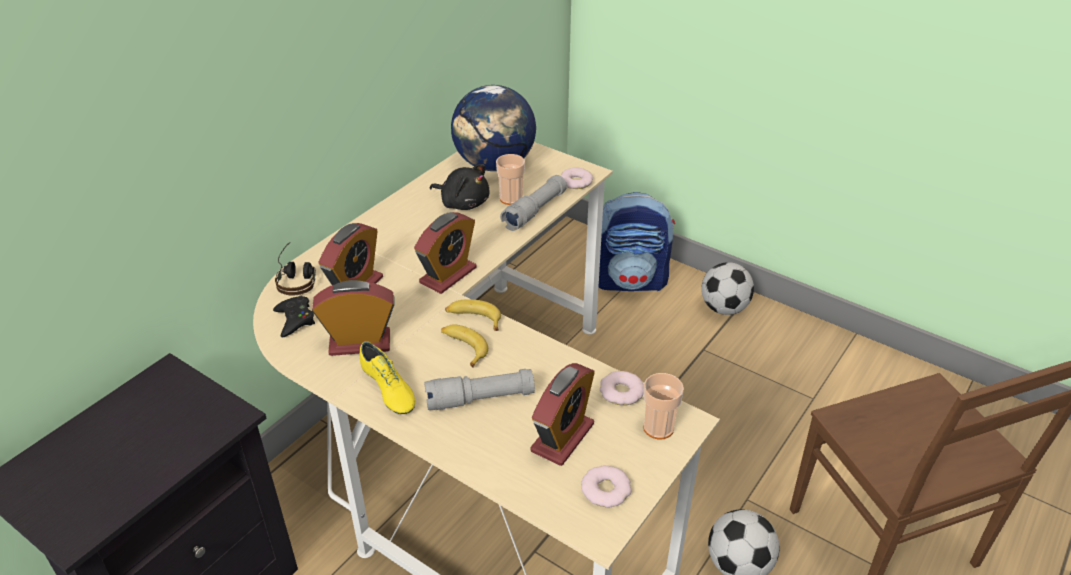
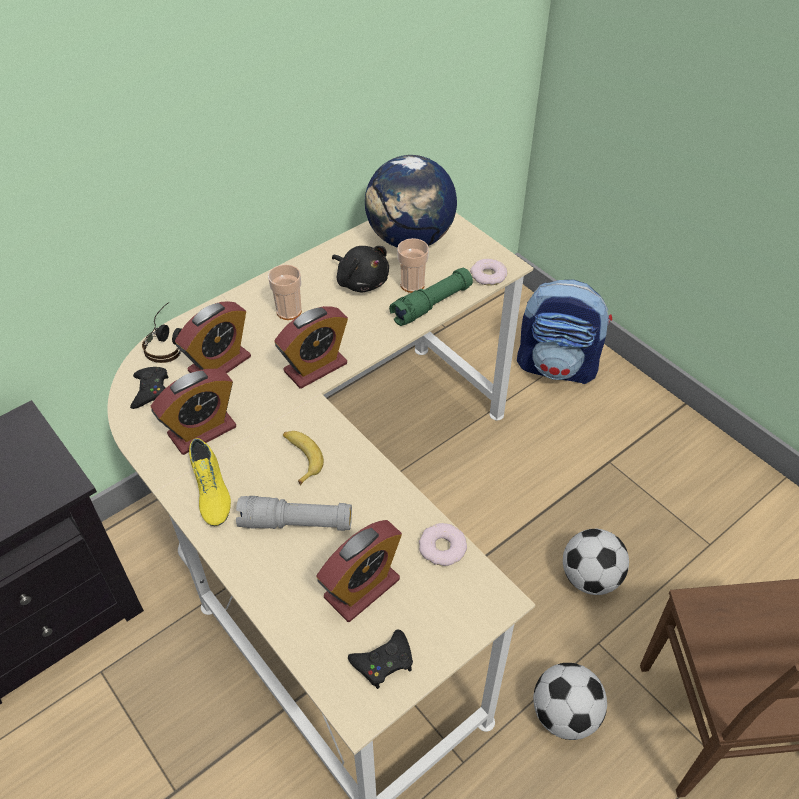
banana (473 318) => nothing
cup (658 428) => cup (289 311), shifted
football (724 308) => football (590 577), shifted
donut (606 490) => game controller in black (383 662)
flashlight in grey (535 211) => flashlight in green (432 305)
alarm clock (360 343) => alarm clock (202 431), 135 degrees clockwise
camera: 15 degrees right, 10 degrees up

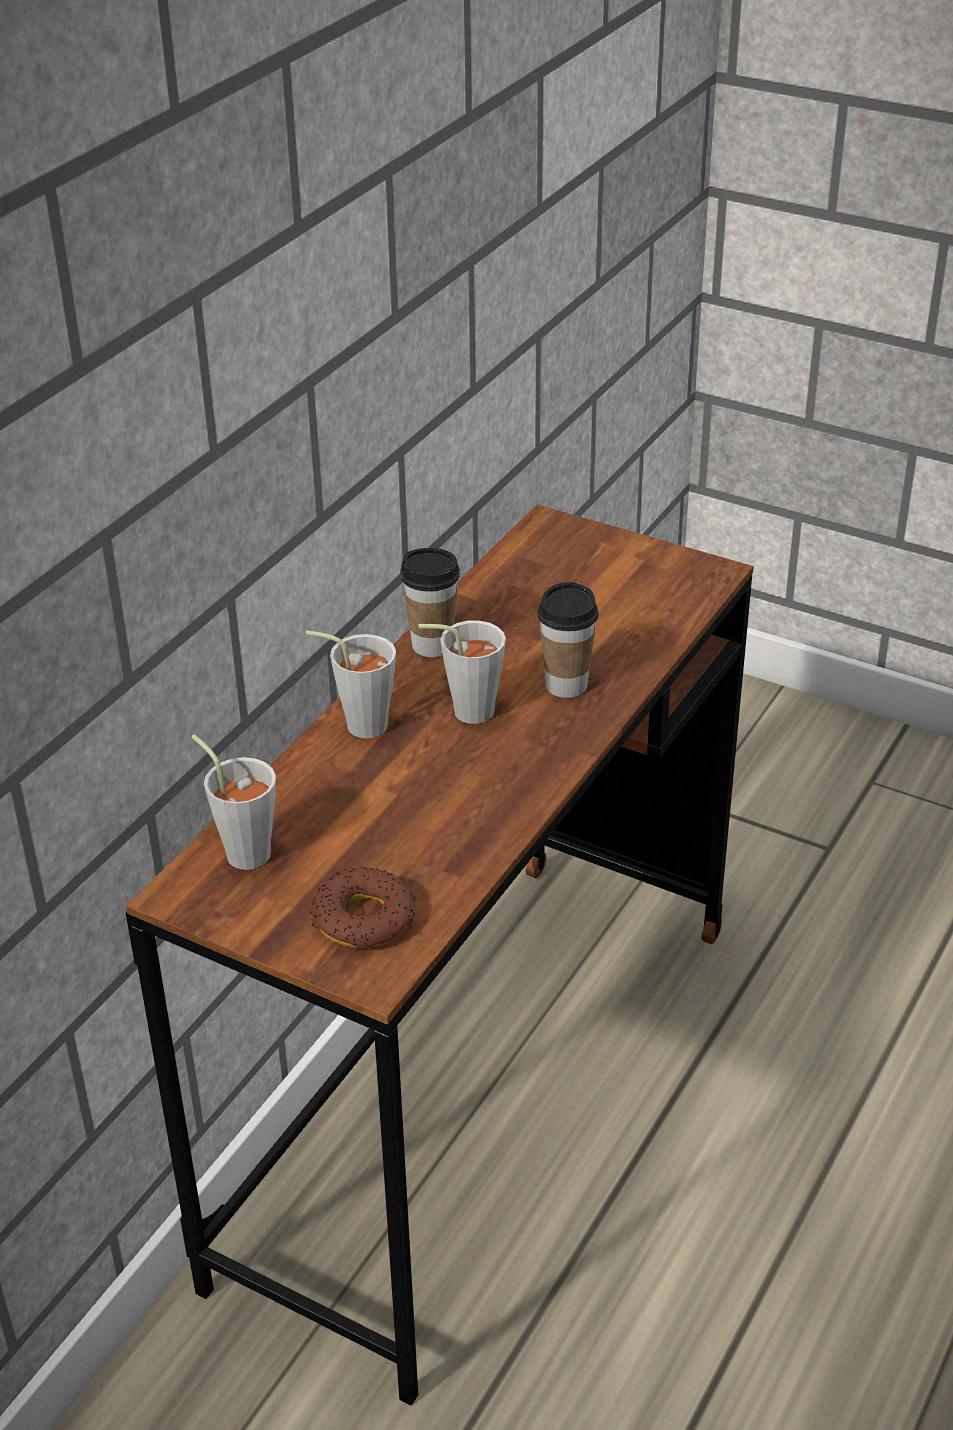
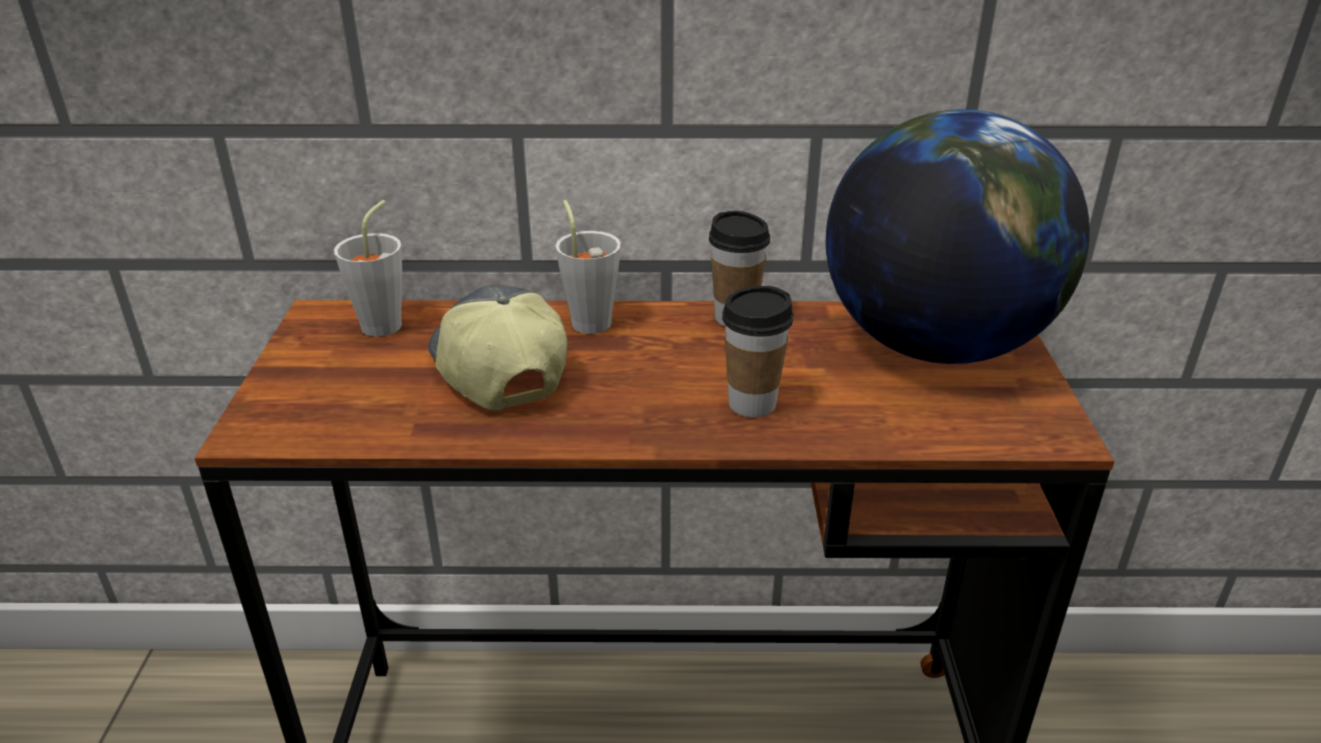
donut (363 919) => nothing
cup in grey (464 711) => nothing
nothing => cap (496 370)
nothing => globe (934 344)
camera: 60 degrees right, 5 degrees down

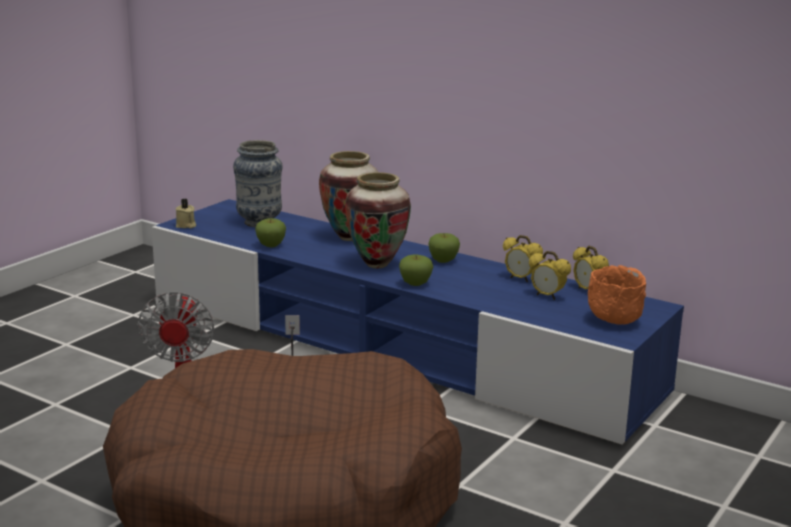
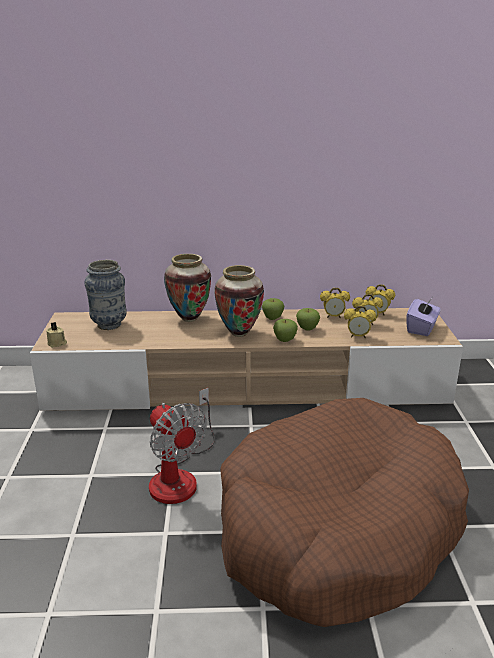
nothing => alarm clock (358 336)
apple (271 246) => apple (307 329), shifted
bowl in orange (614 320) => tissue box in purple (421 328)
tv stand in blue (395 347) => tv stand in beige (248 386)
camera: 35 degrees left, 5 degrees up

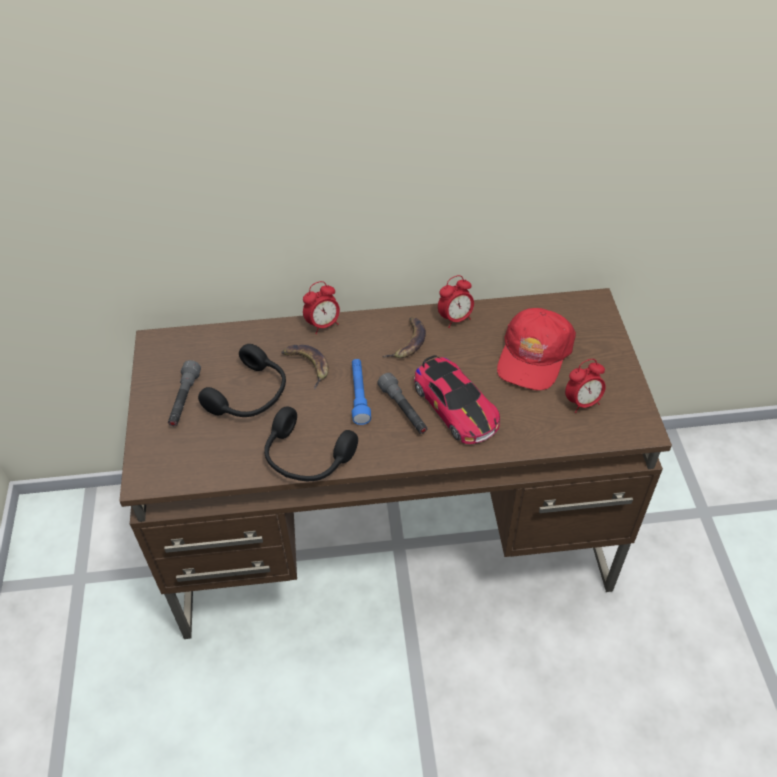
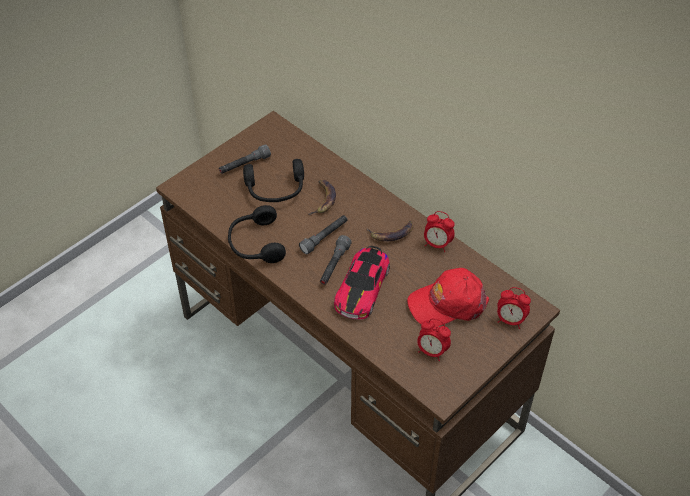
alarm clock (323 324) => alarm clock (510 320), shifted
flashlight in blue (359 395) => flashlight in grey (324 237)
camera: 50 degrees right, 0 degrees up

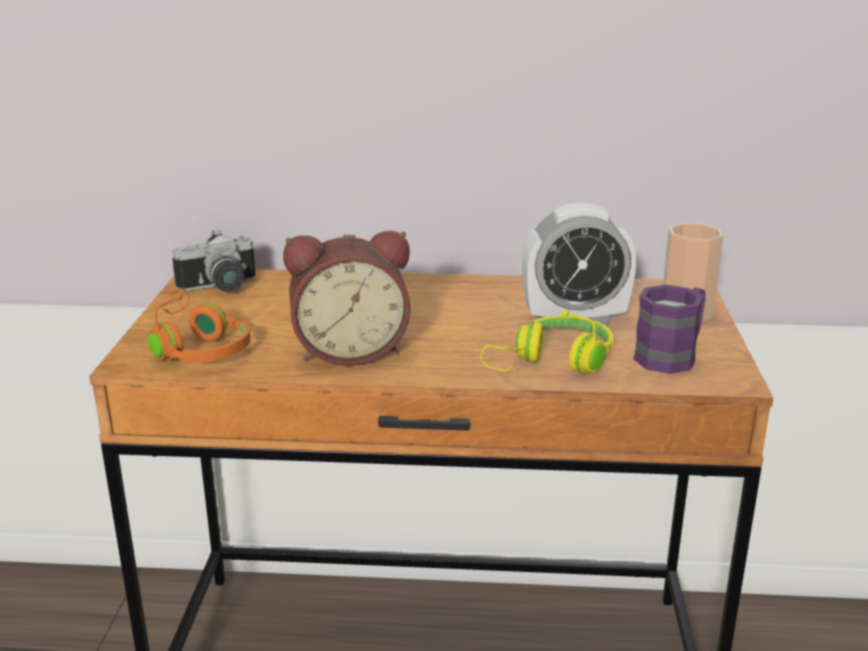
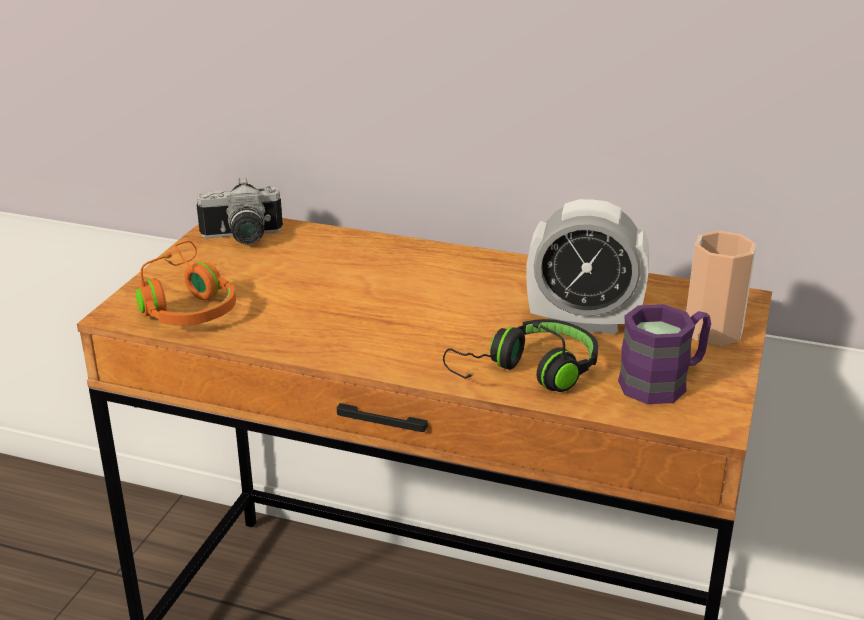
alarm clock (350 350) => nothing
headphones in yellow (553 362) => headphones in black (529 372)
camera: 15 degrees right, 5 degrees up

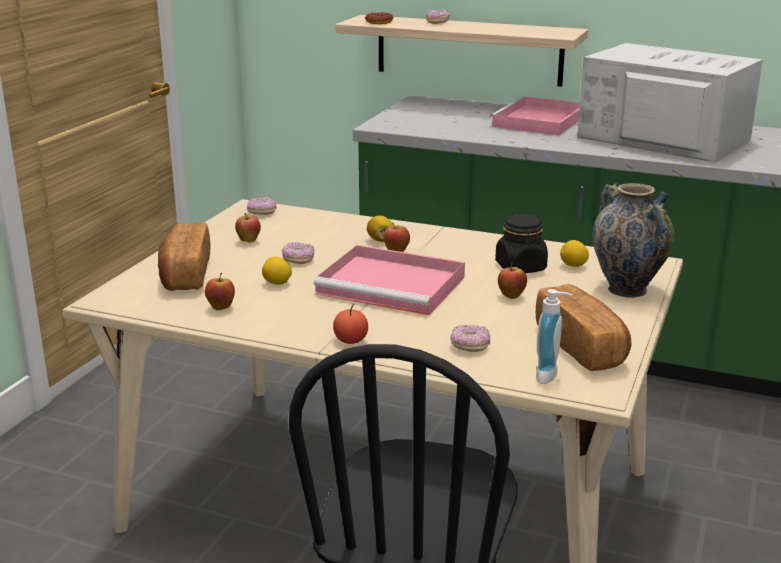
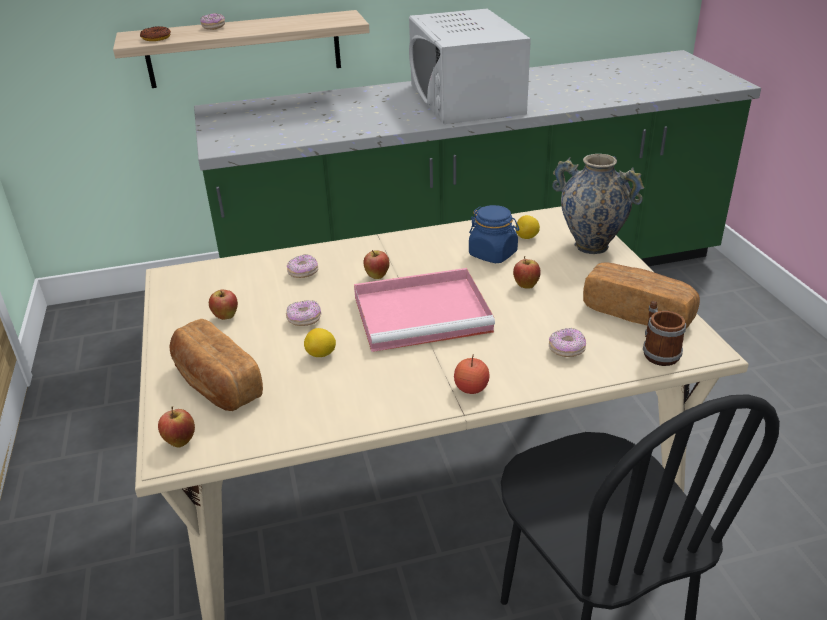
lemon (380 240) => nothing
tray in pink (539 121) => nothing
apple (221 308) => apple (180 442), shifted
donut (261 213) => donut (303 273), shifted
soap dispenser (551 376) => mug (657 351)
jar in black (521 267) => jar in blue (493 254)
microwave in white (663 138) => microwave in white (466 98), 105 degrees counterclockwise
camera: 35 degrees left, 10 degrees up

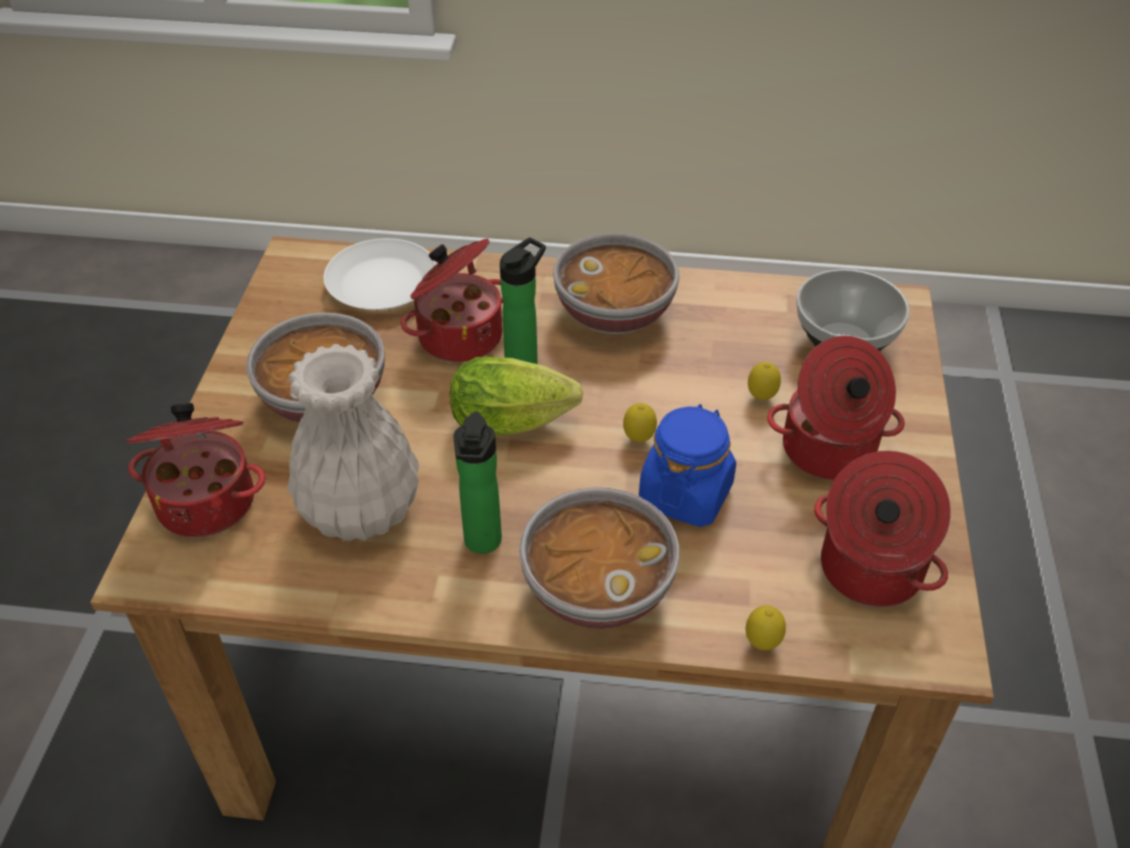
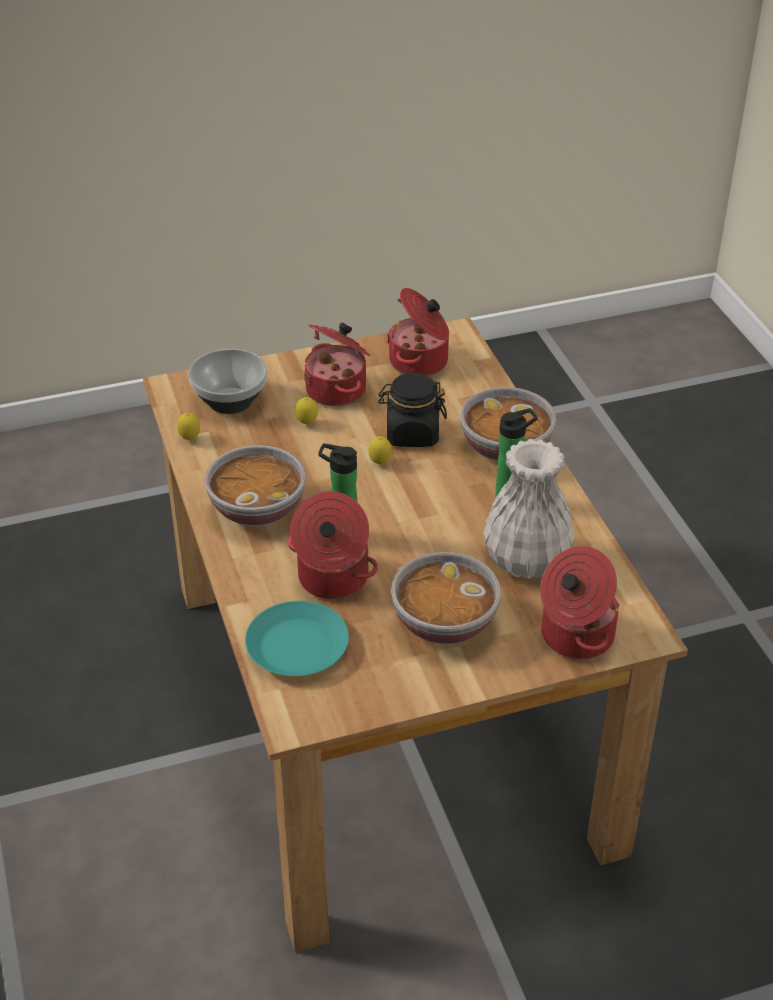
lettuce (518 422) => nothing
lemon (762 644) => lemon (190 439), shifted
plate in white (382 283) => plate in turquoise (296 647)
jar in blue (685 494) => jar in black (412 434)
camera: 115 degrees left, 5 degrees down

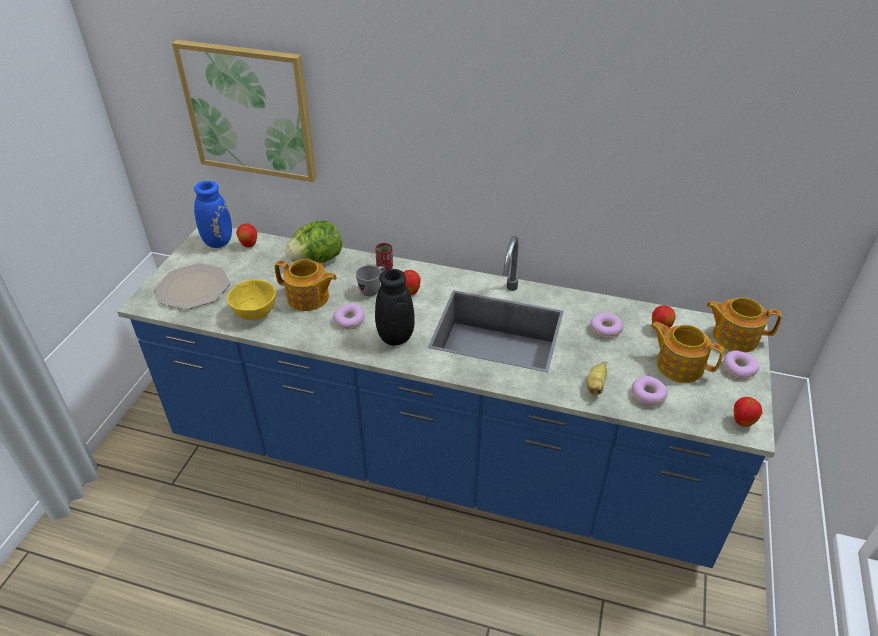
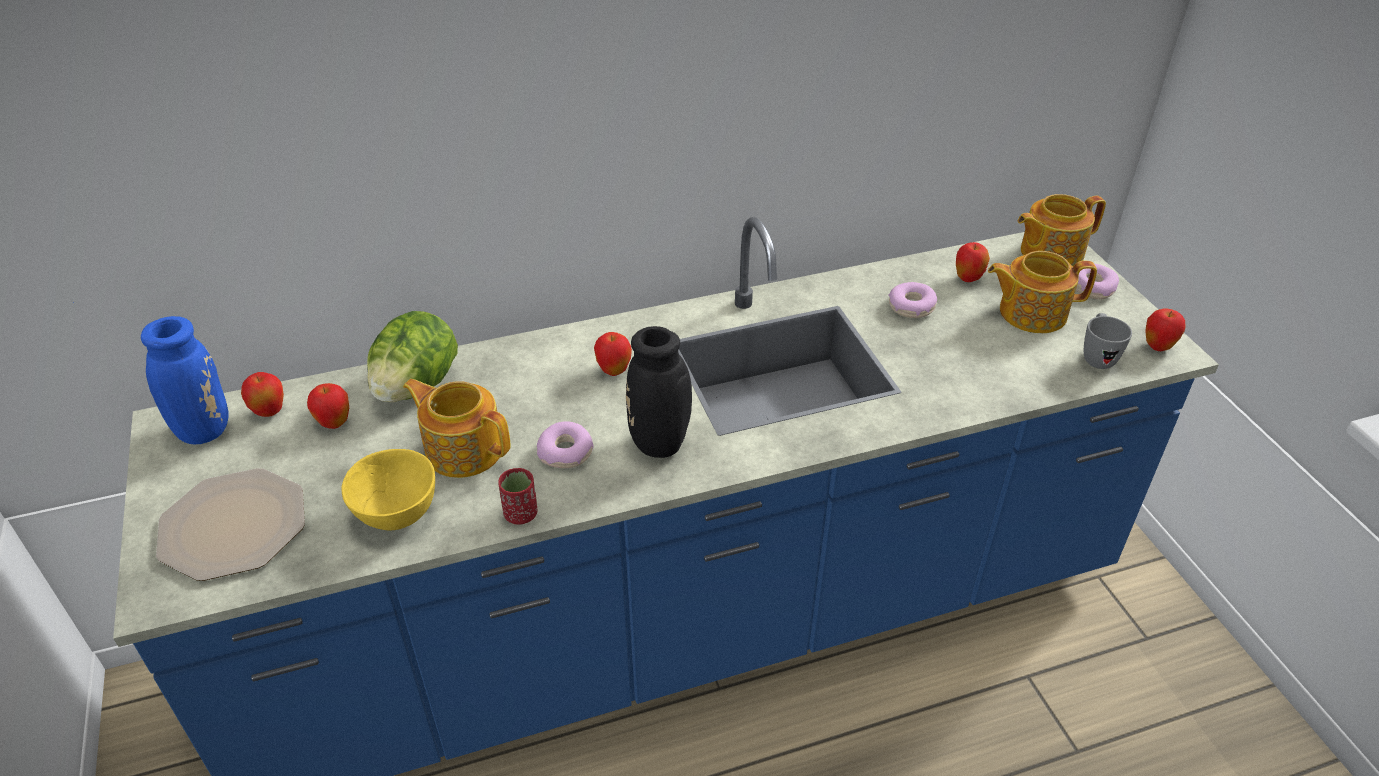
picture (249 111) => nothing
banana (595 385) => nothing
donut (647 395) => nothing
nothing => apple (334 423)
mug in grey (373 290) => mug in grey (1097 356), shifted
cup in red (384 267) => cup in red (521 514), shifted
teapot (308 298) => teapot (463 449), 135 degrees counterclockwise
camera: 35 degrees left, 0 degrees up

